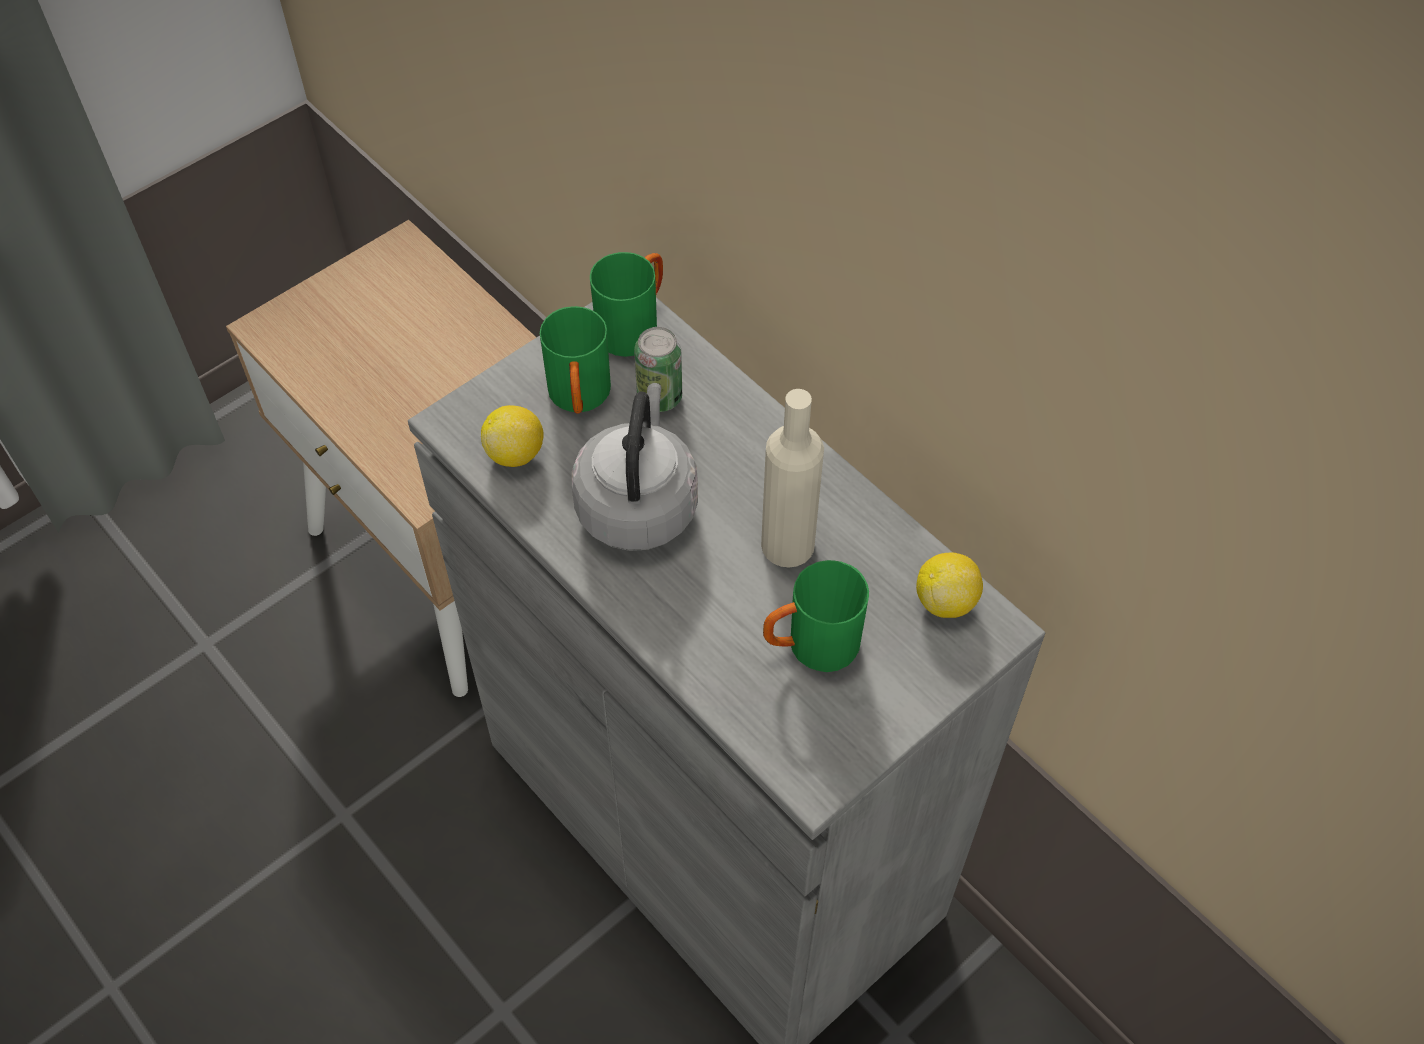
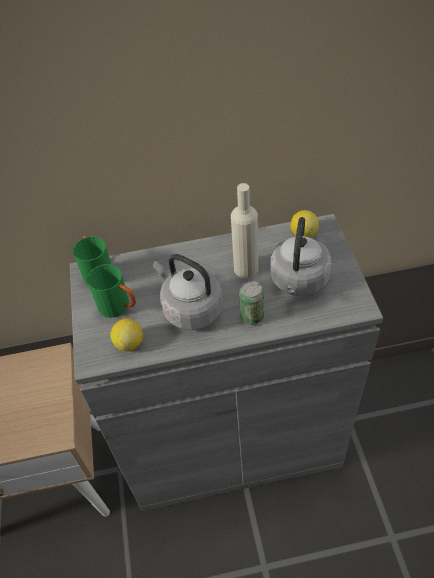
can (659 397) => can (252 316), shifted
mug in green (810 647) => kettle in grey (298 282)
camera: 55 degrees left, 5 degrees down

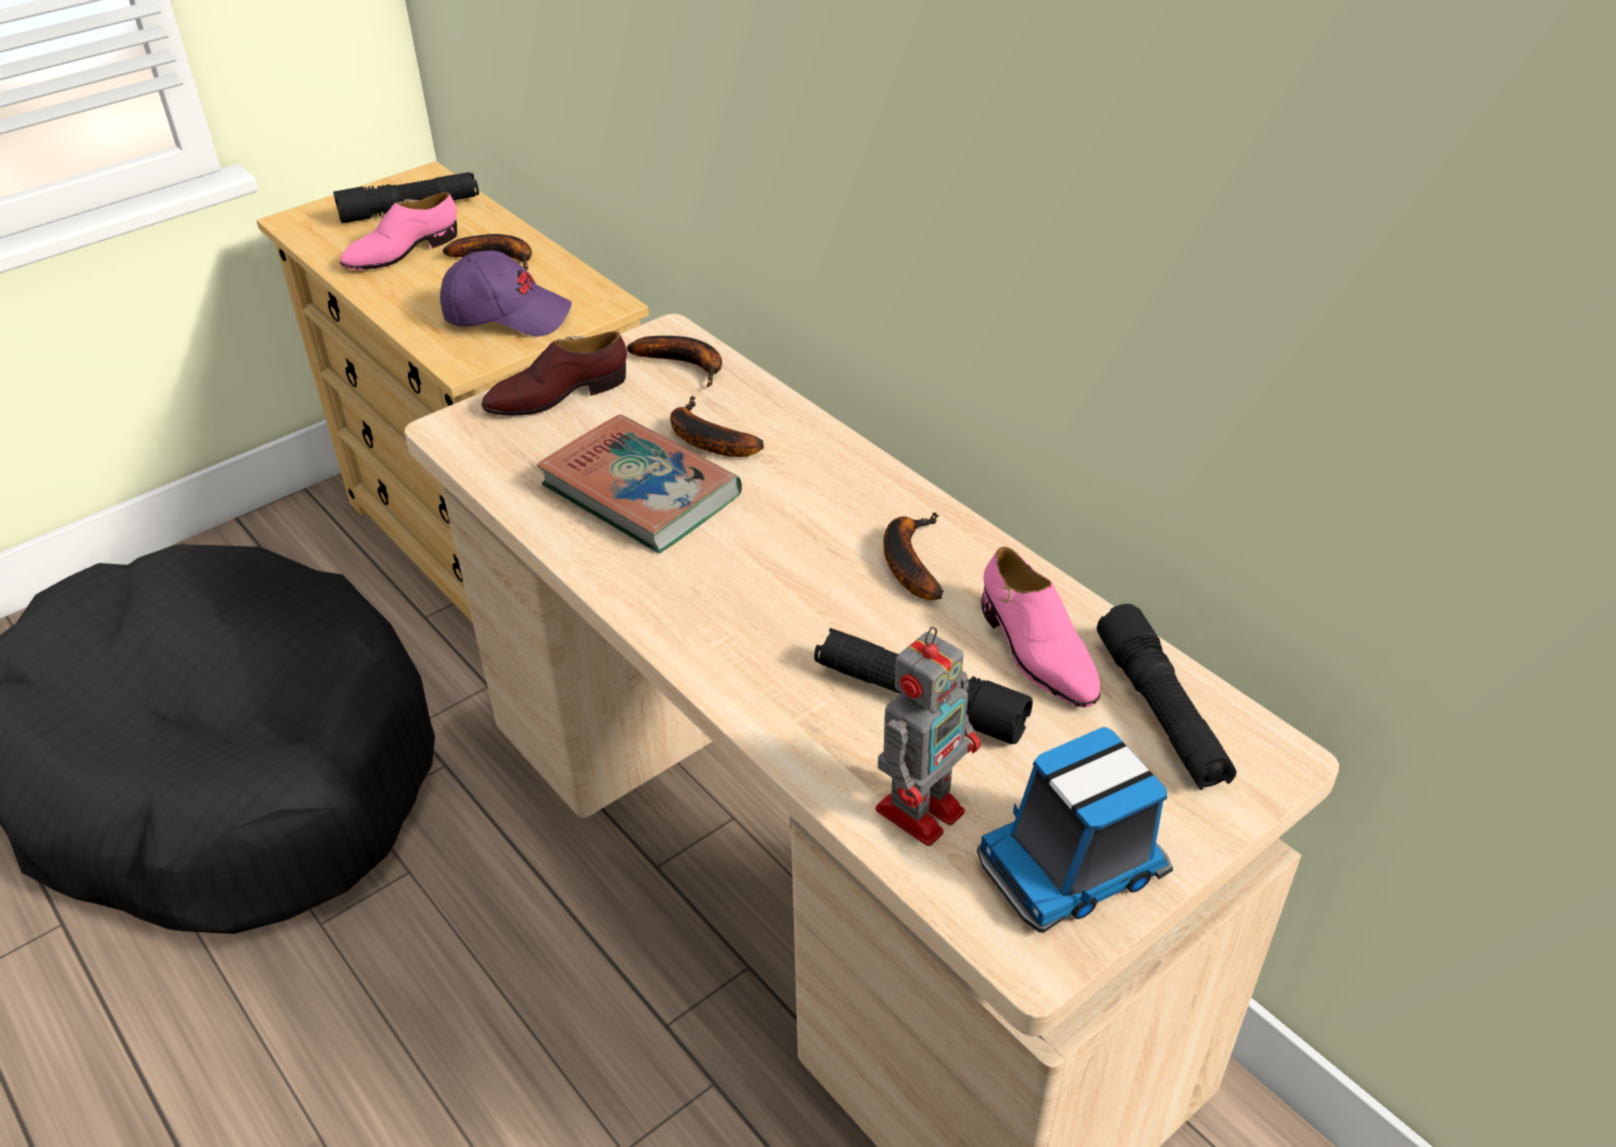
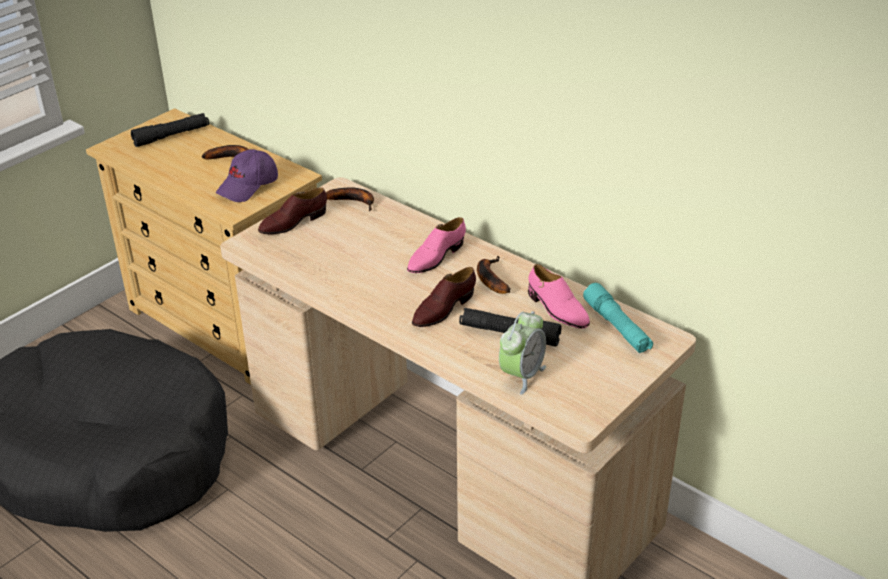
book (641 492) => nothing
banana (705 439) => nothing
toy truck (1074 865) => nothing
nothing => shoe in brown (443 309)
shoe in pink (402 252) => shoe in pink (435 257), shifted
toy robot (922 808) => alarm clock (521 375)
flashlight in black (1161 712) => flashlight in turquoise (617 327)
cap in purple (507 315) => cap in purple (248 186), 135 degrees clockwise
camera: 10 degrees left, 5 degrees down

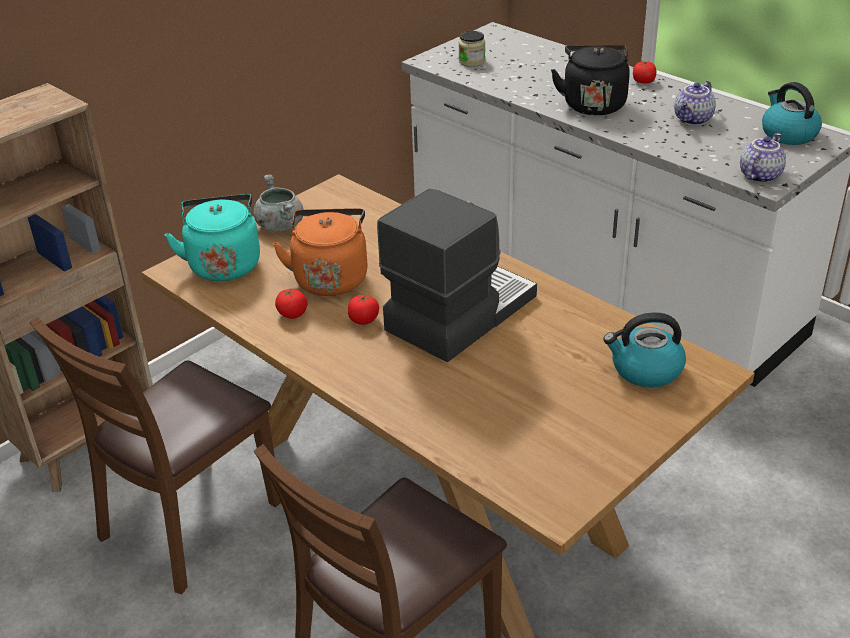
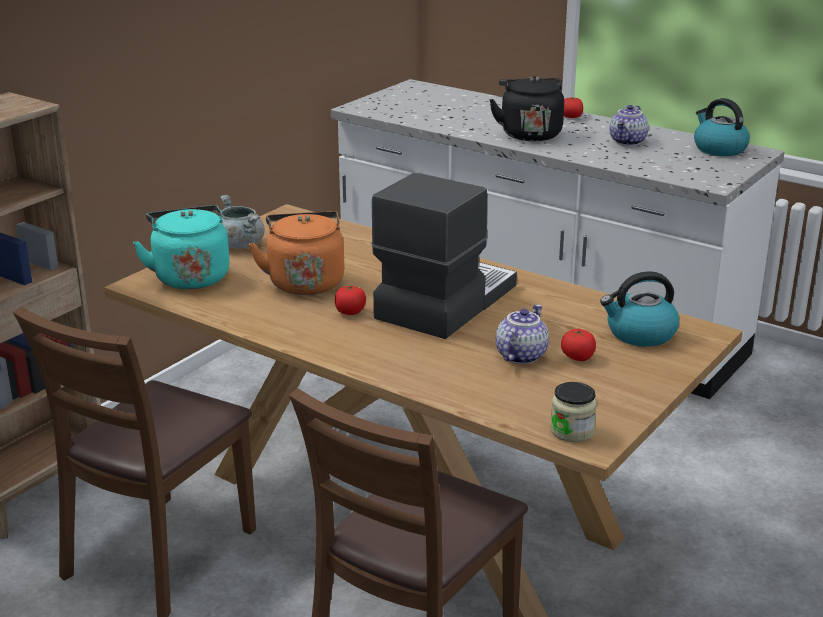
tomato (292 314) => tomato (577 357), shifted
jar (471 61) => jar (572 431), shifted
teapot (759 175) => teapot (520 355), shifted
camera: 10 degrees left, 10 degrees down

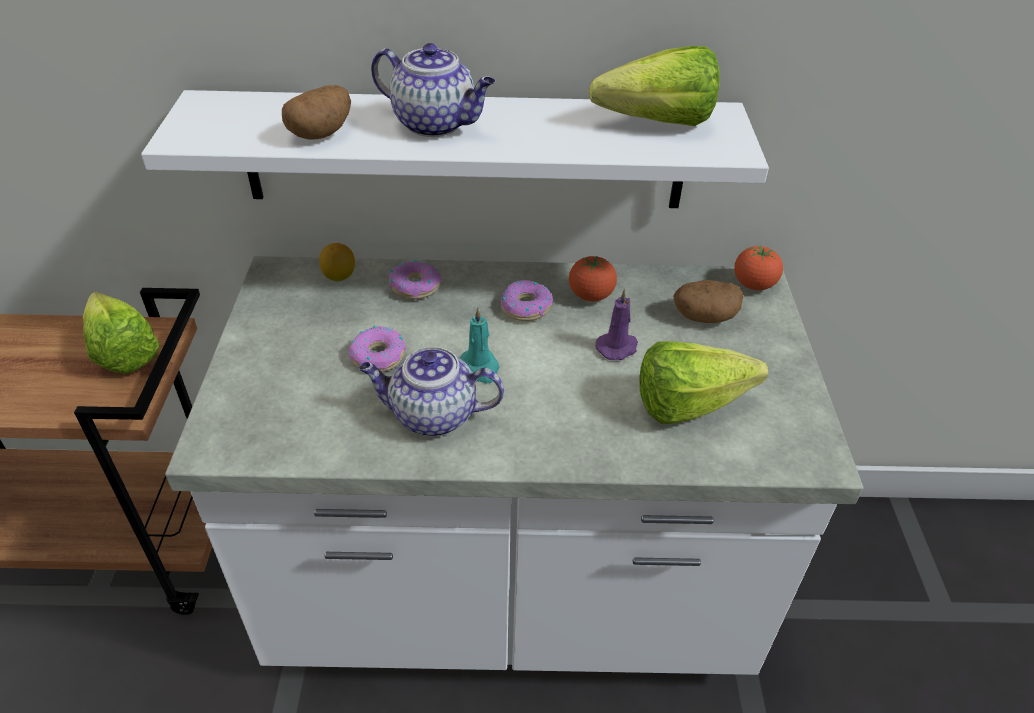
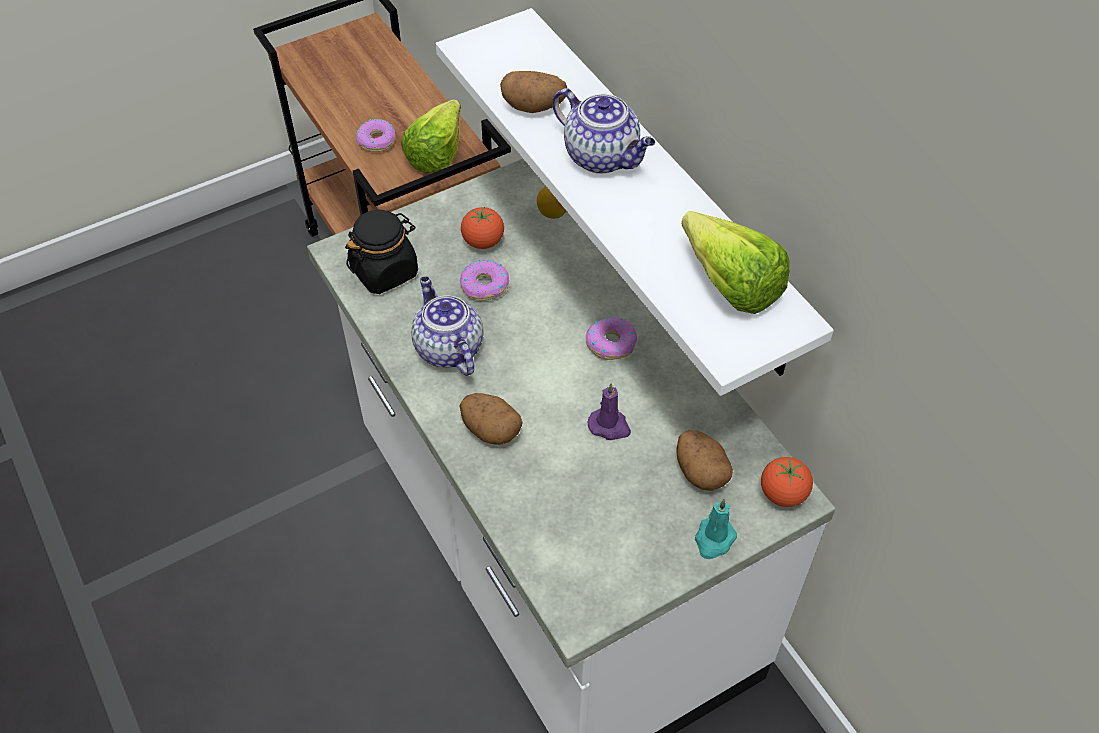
lettuce (699 406) => nothing
nothing => jar in black (385 271)
nothing => potato (491 429)
donut (415 286) => donut (377 140), shifted
candle in turquoise (479 368) => candle in turquoise (714 540), shifted
tomato (591 296) => tomato (483 241), shifted
teapot (436 124) => teapot (603 157), 45 degrees counterclockwise
camera: 60 degrees right, 10 degrees up

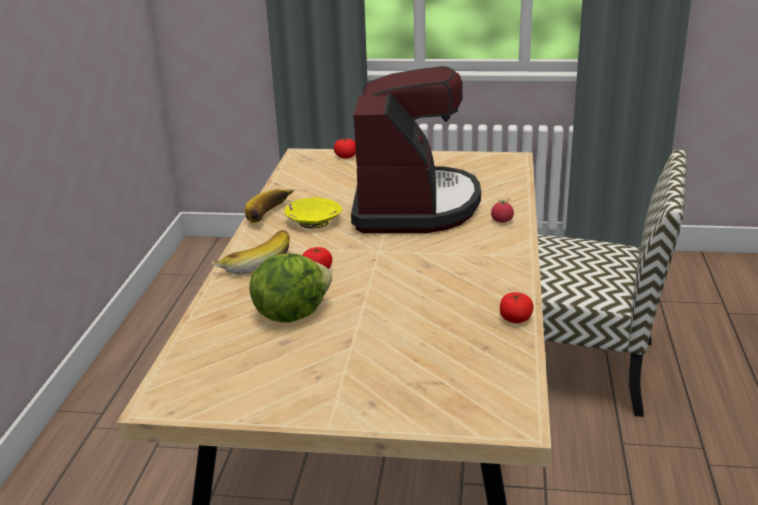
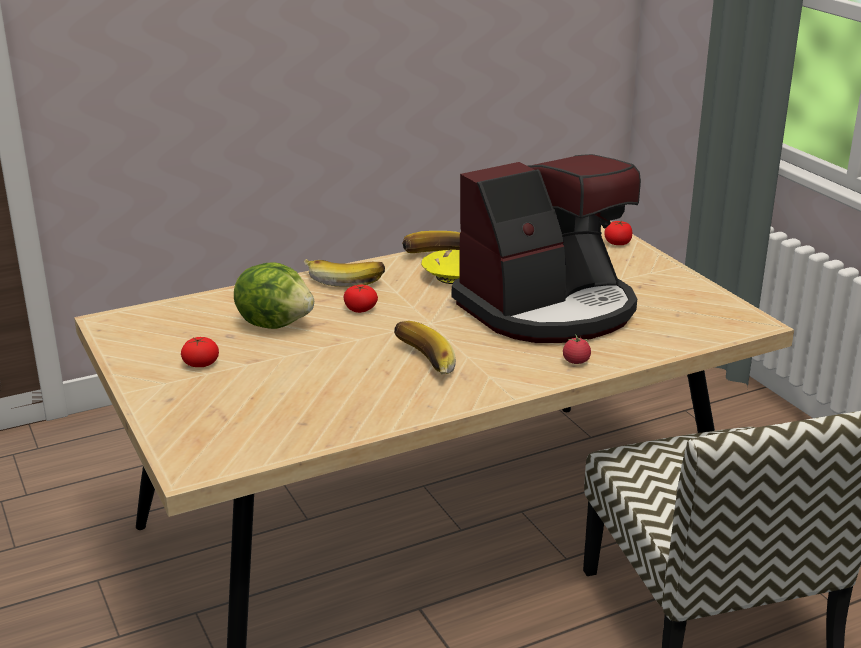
nothing => banana (421 363)
tomato (515 319) => tomato (201 364), shifted
camera: 55 degrees right, 0 degrees up

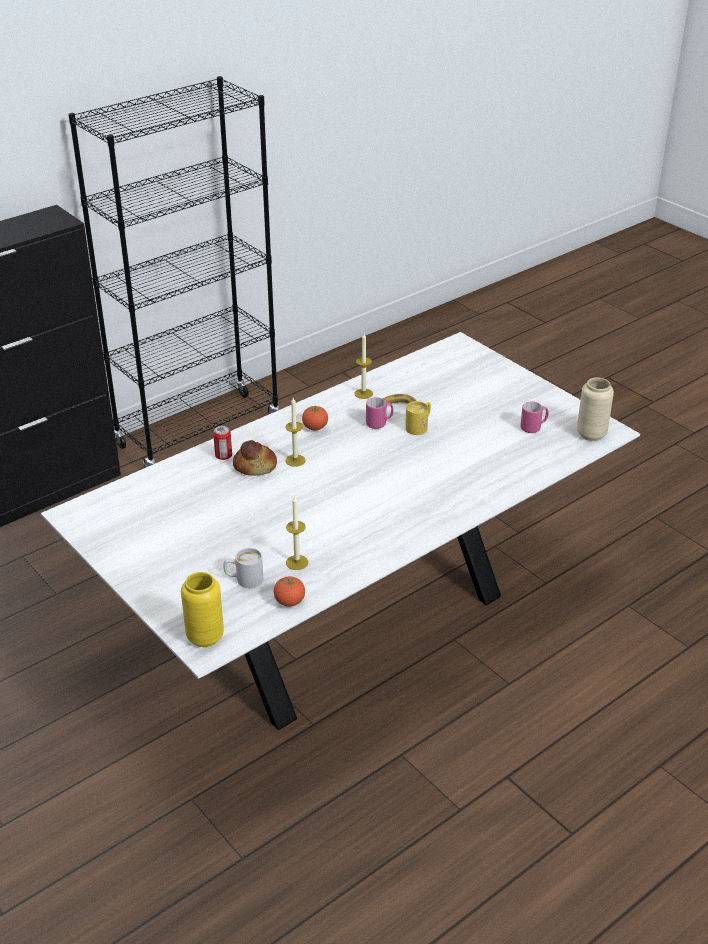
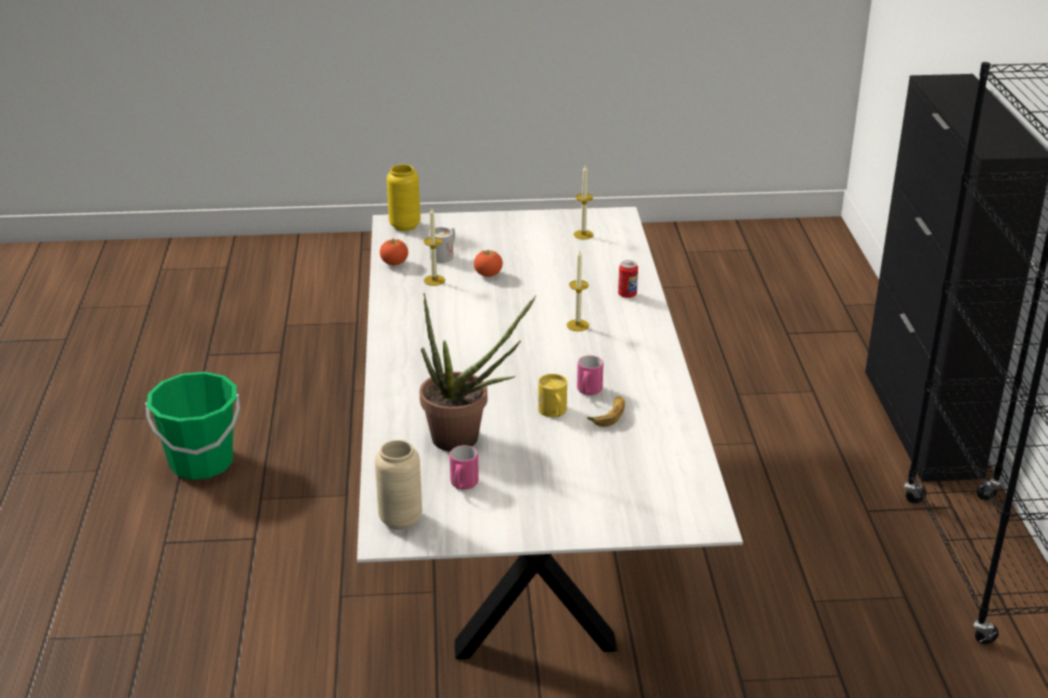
bread (255 465) => nothing
nothing => bucket in green (201 462)
nothing => potted plant (465 440)
tomato (315 428) => tomato (488 275), shifted
candle (363 393) => candle (583 234), shifted
camera: 125 degrees right, 5 degrees down

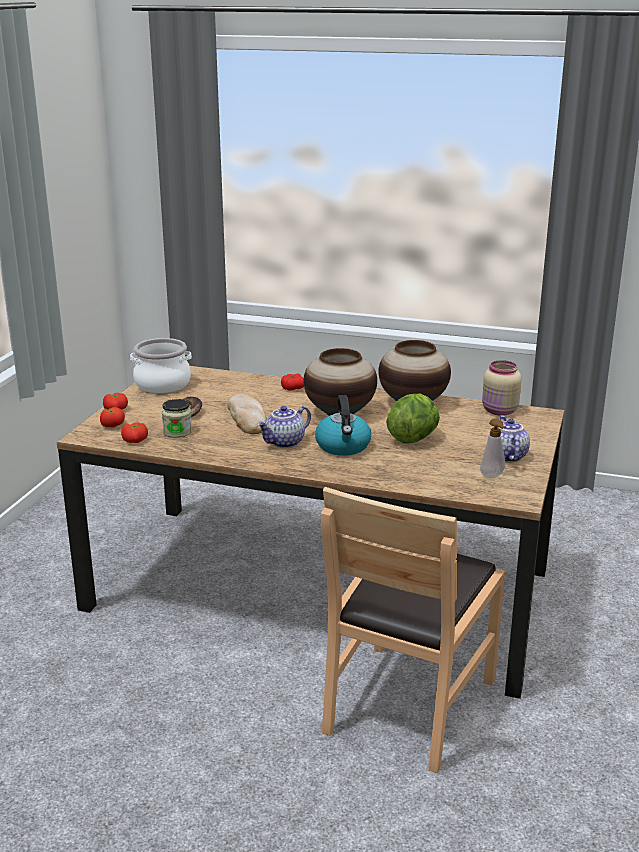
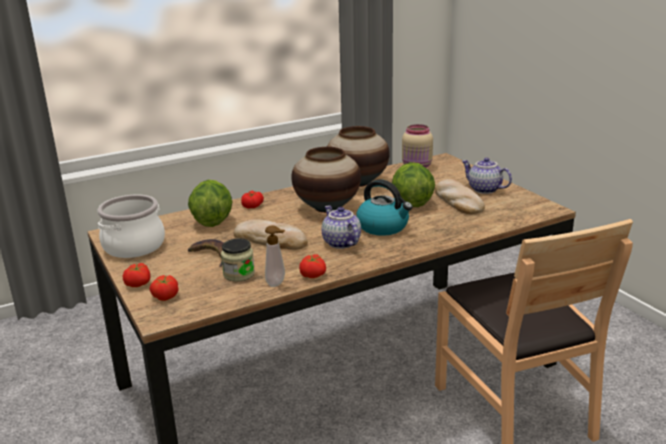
nothing => lettuce (212 221)
nothing => bread (457 201)
tomato (135 441) => tomato (313 275), shifted
soap dispenser (493 476) => soap dispenser (277 283), shifted
teapot (285 443) => teapot (340 243), 150 degrees clockwise
camera: 45 degrees left, 0 degrees up

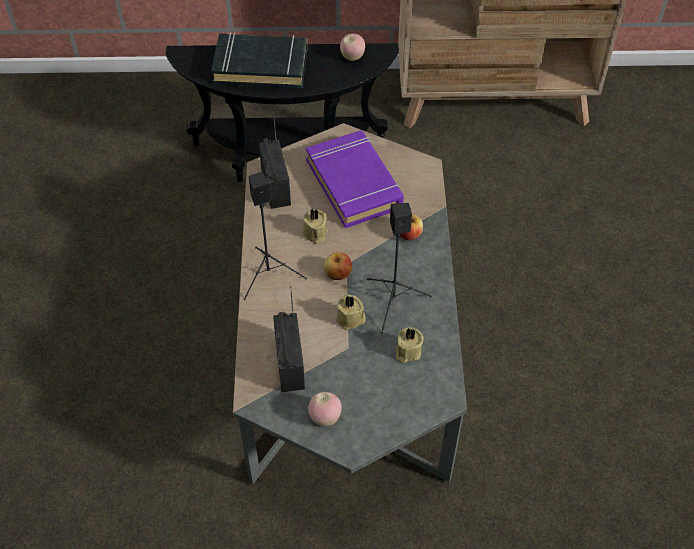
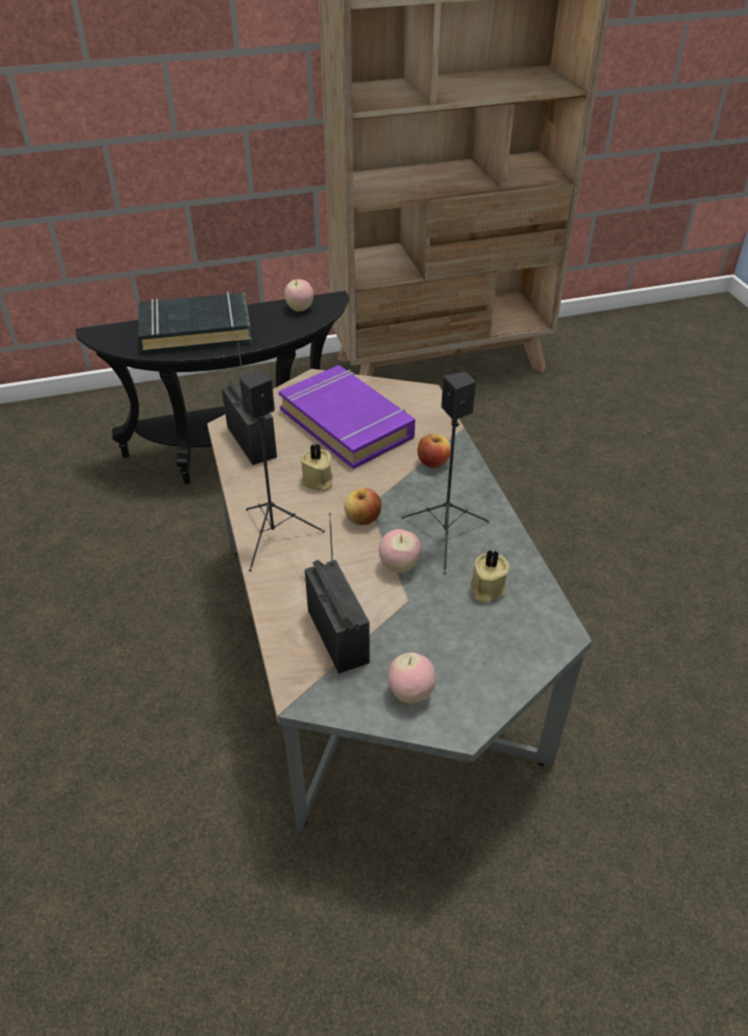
candle in beige (351 319) => apple (399 566)
camera: 15 degrees left, 10 degrees down

